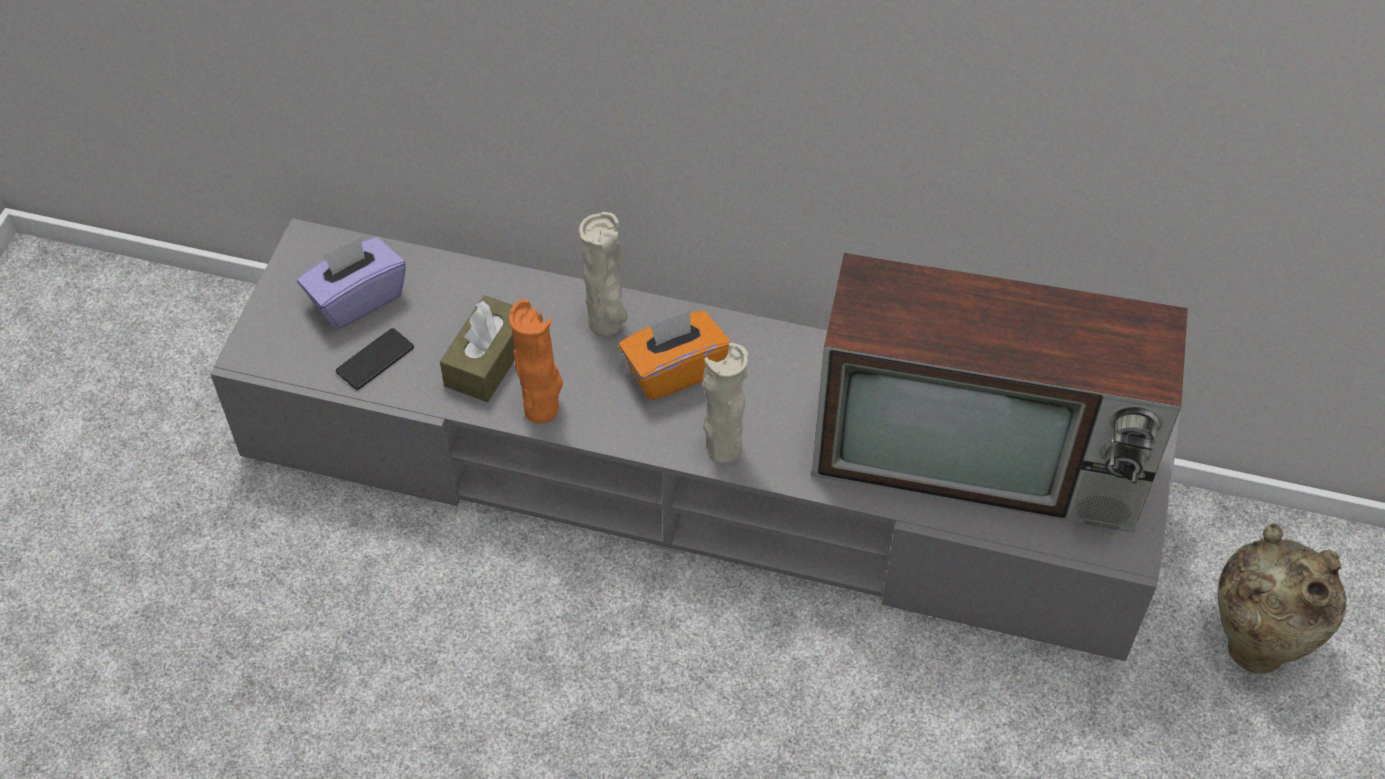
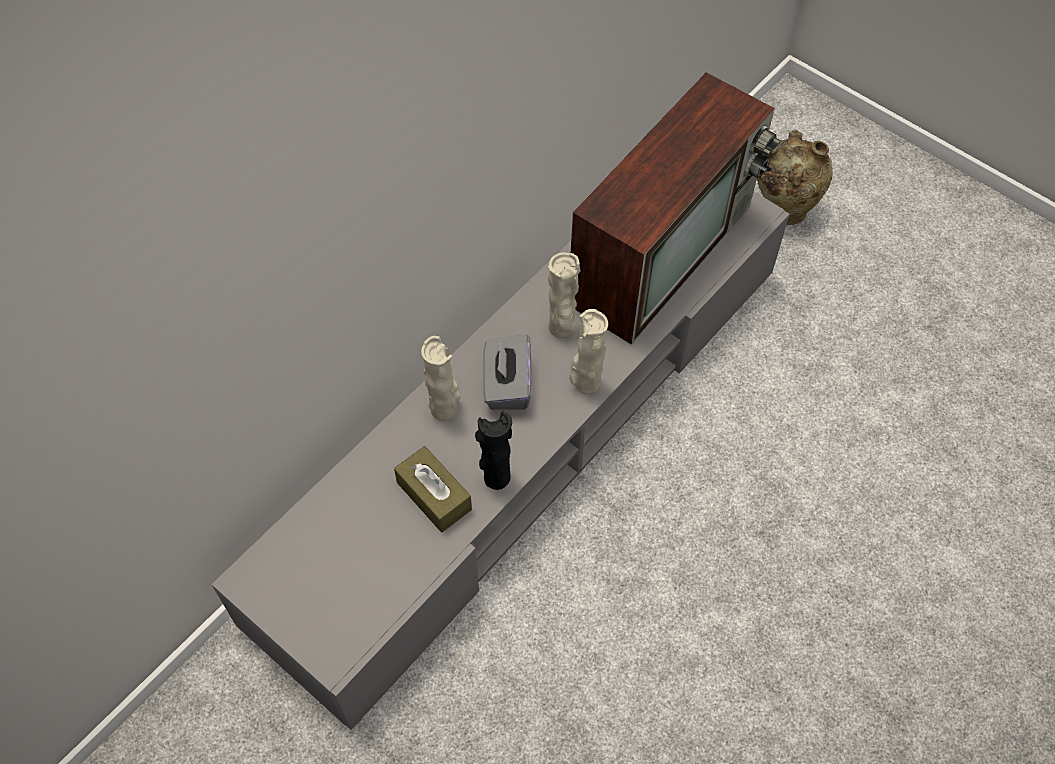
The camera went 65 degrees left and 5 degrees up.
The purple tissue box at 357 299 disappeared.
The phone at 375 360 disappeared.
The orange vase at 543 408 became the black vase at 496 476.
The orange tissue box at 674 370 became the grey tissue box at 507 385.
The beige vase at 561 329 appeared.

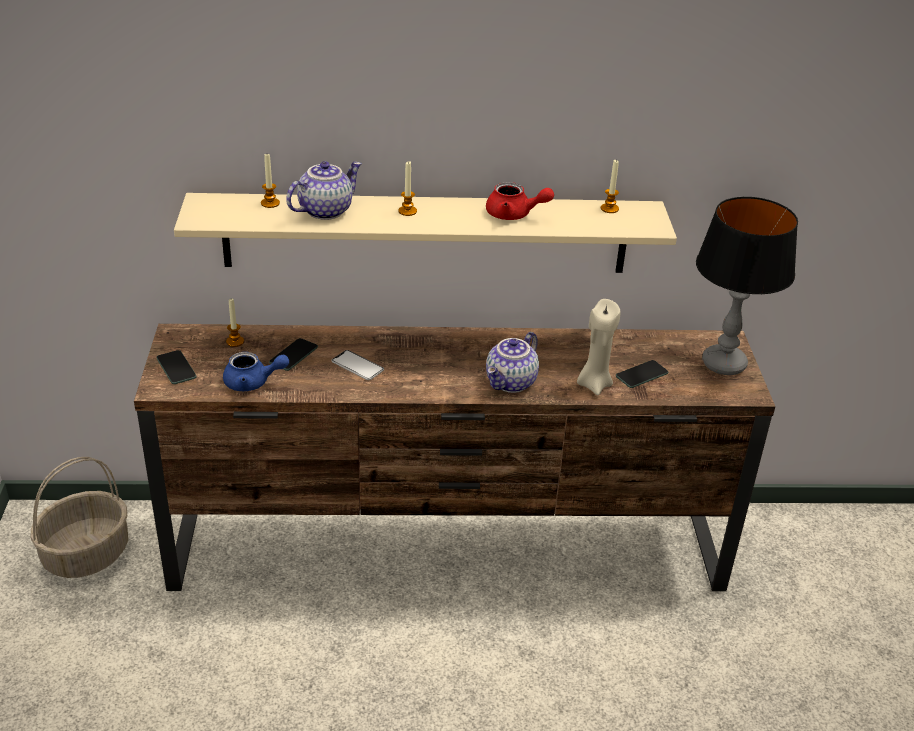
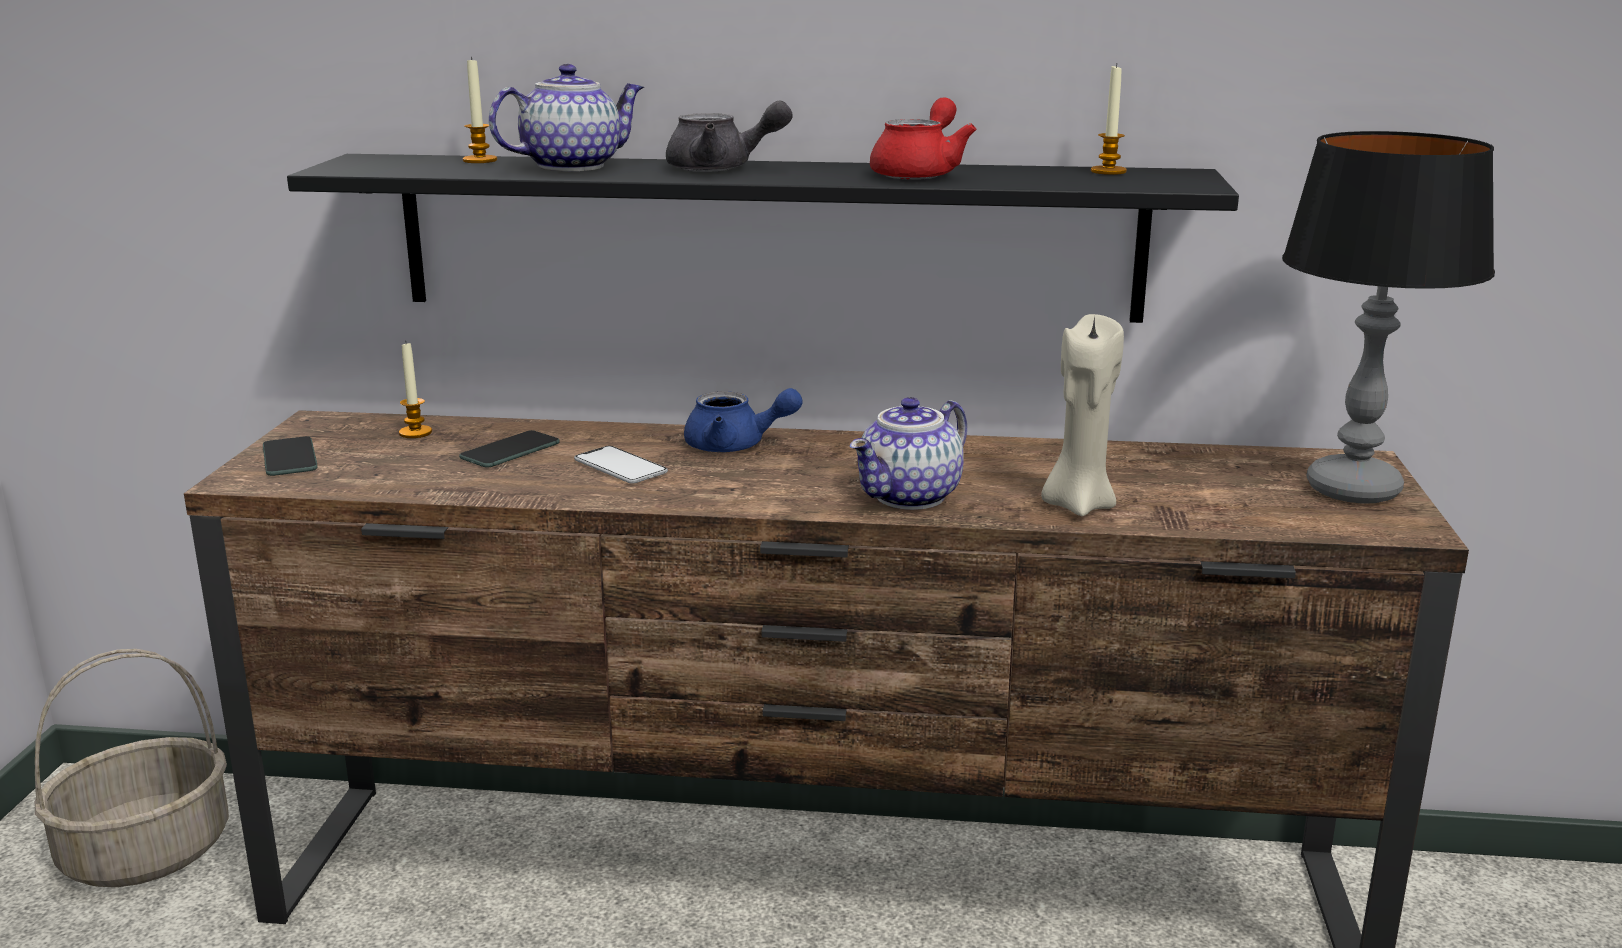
The camera went 10 degrees right and 15 degrees down.
The beige shelf at 426 233 became the black shelf at 768 237.
The blue teapot moved from 253 383 to 736 446.
The candle at 407 211 was replaced by the grey teapot at 721 168.
The red teapot at 514 215 turned 90 degrees counterclockwise.
The phone at 641 375 disappeared.

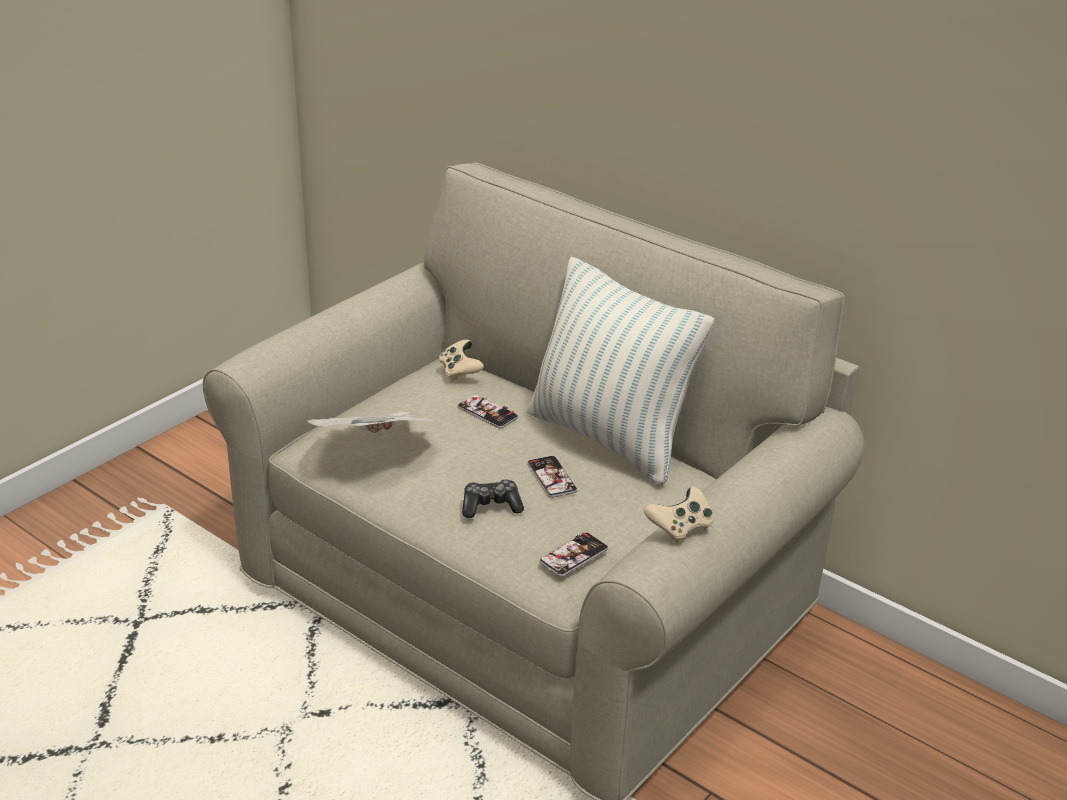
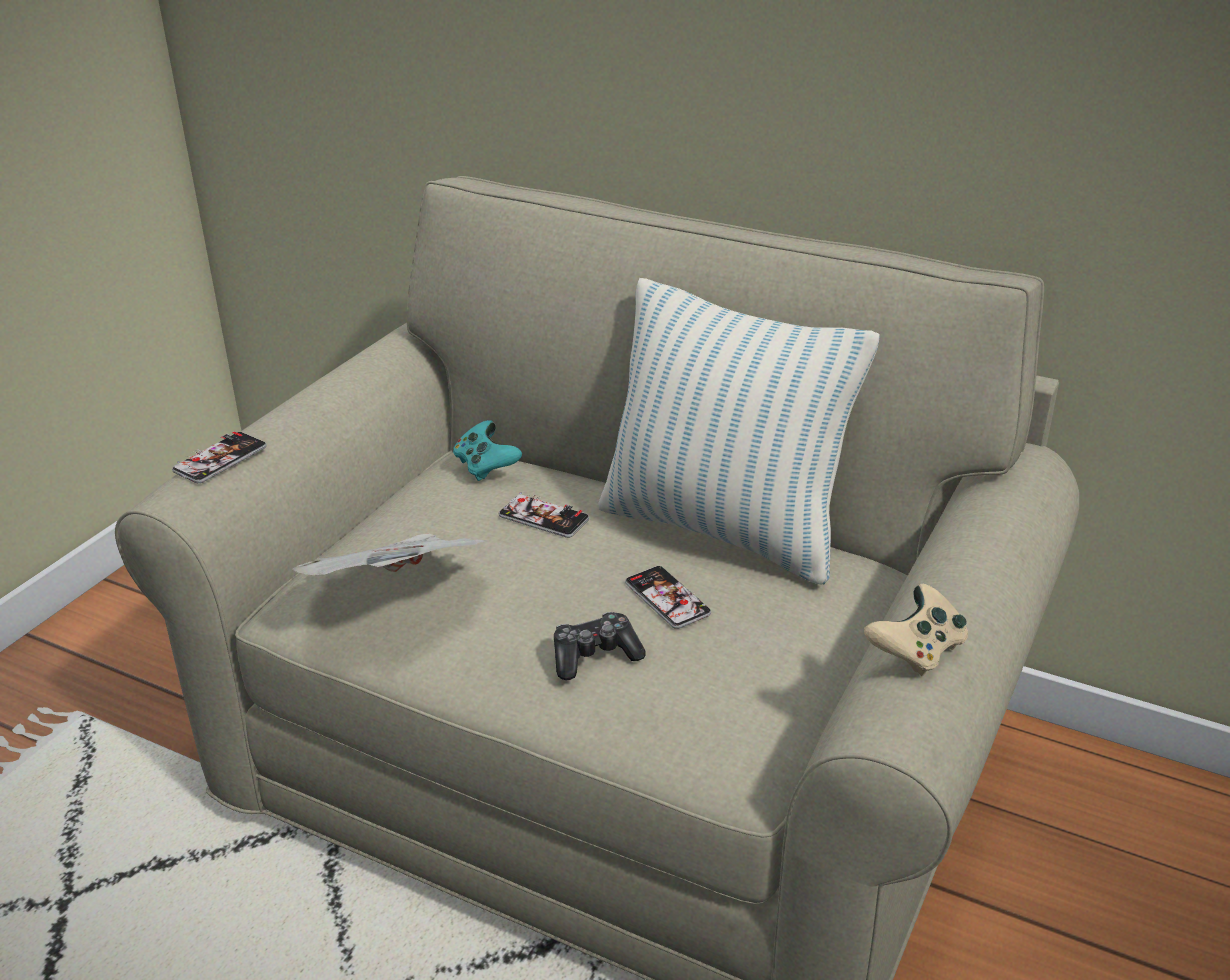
The camera went 10 degrees left and 0 degrees up.
The beige game controller at 460 372 became the turquoise game controller at 486 466.
The phone moved from 574 555 to 220 459.

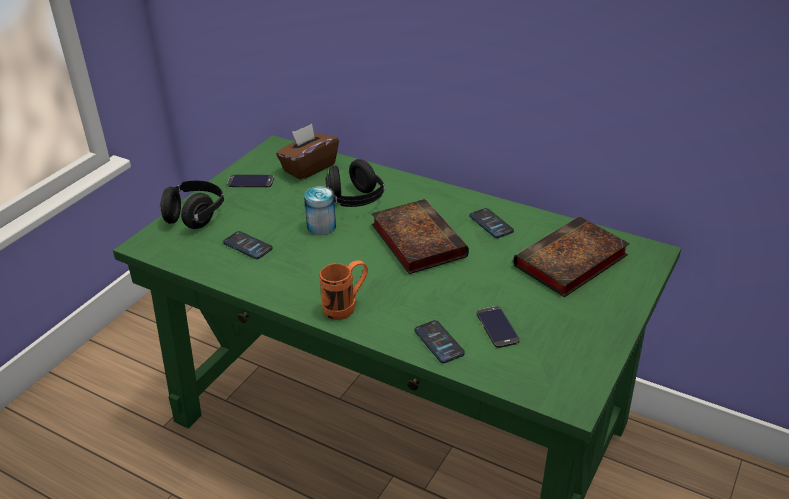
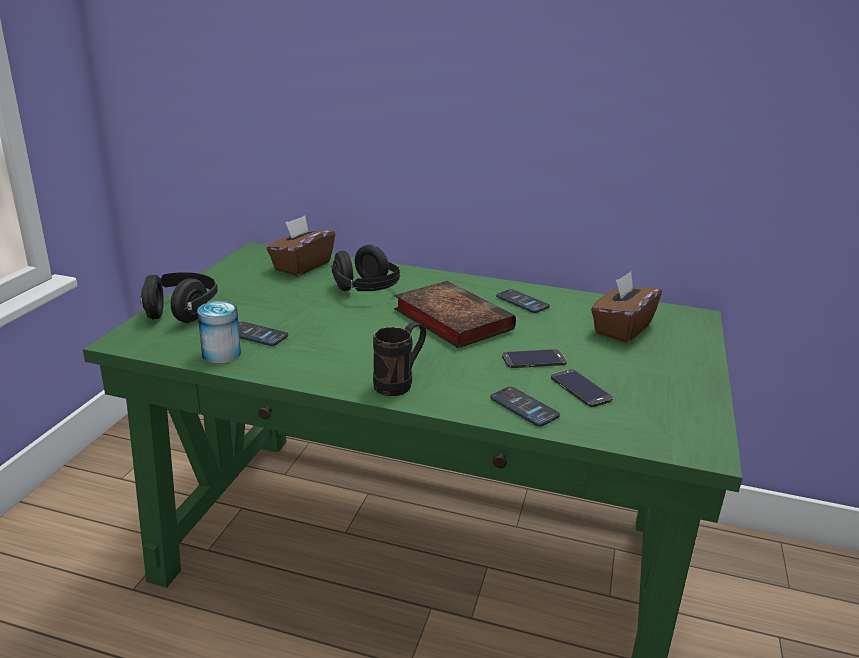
The camera went 15 degrees left and 10 degrees down.
The phone moved from 250 181 to 534 359.
The can moved from 321 226 to 221 354.
The orange mug at 346 307 became the black mug at 400 383.
The book at 569 263 was replaced by the brown tissue box at 621 329.

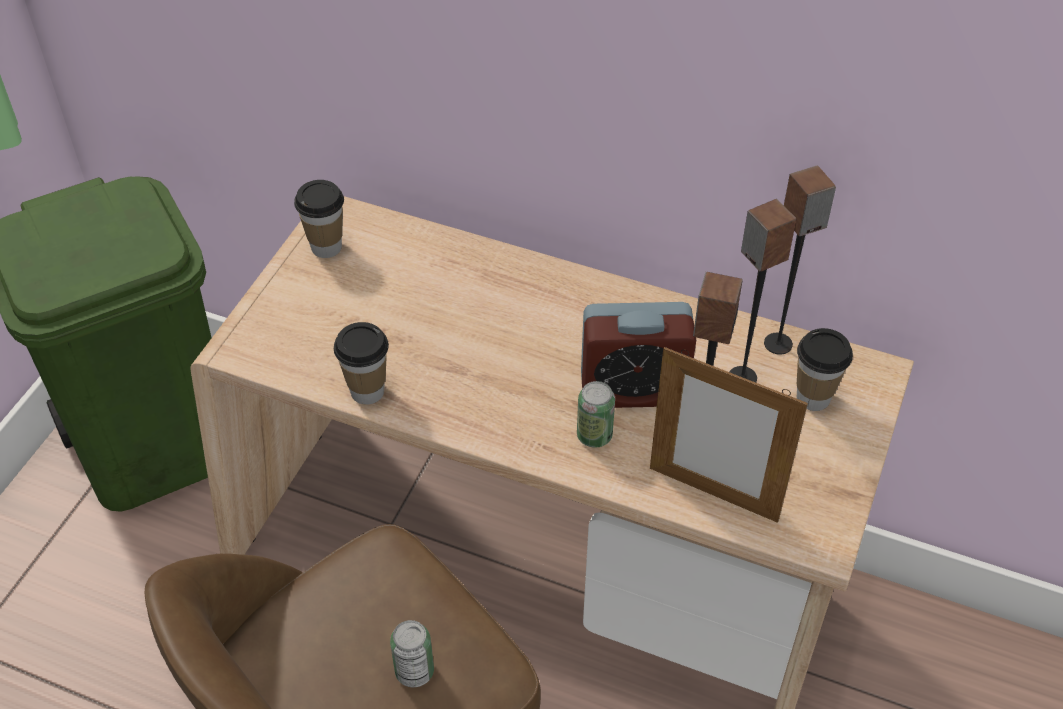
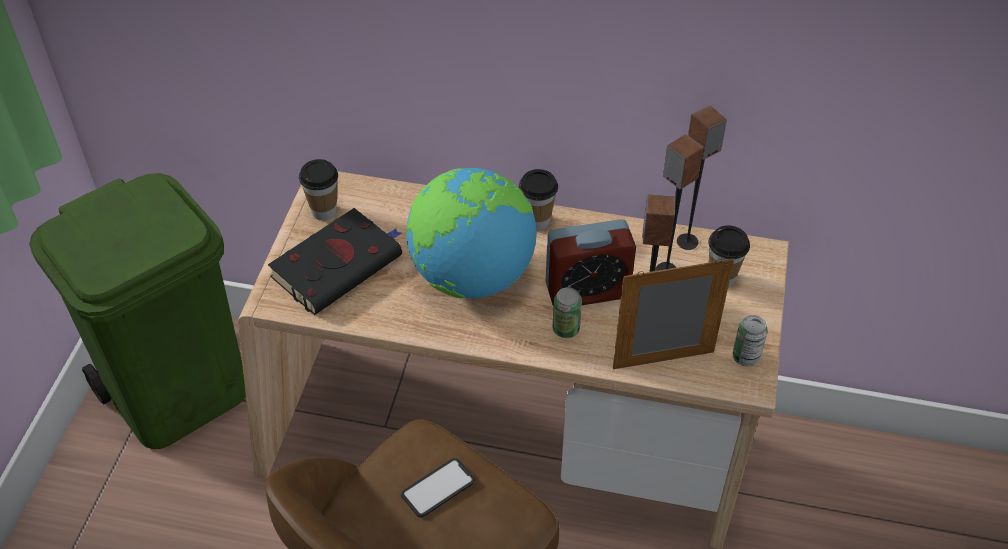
The camera went 10 degrees left and 0 degrees up.
The cup moved from 367 391 to 537 222.
The can moved from 414 671 to 745 357.
The picture frame at 713 494 turned 150 degrees clockwise.
The black book at 339 265 appeared.
The phone at 438 488 appeared.
The globe at 471 276 appeared.

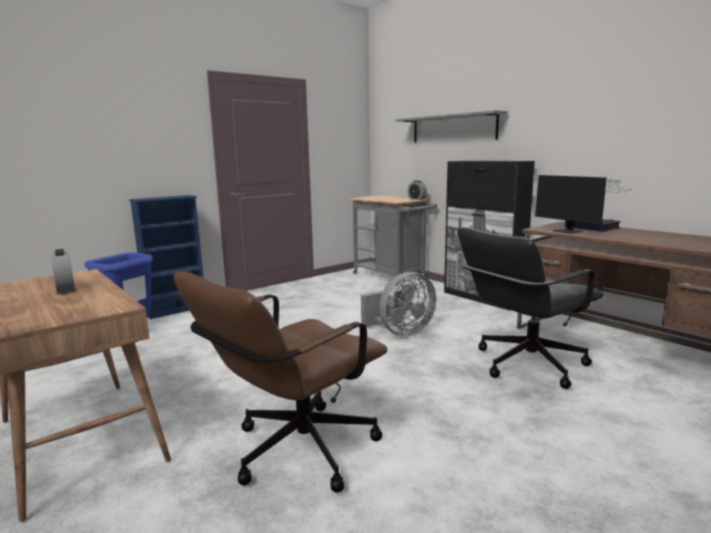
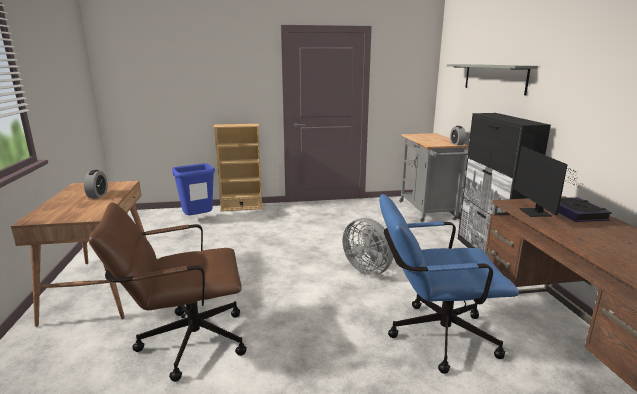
The camera went 30 degrees right and 5 degrees up.
The blue bookcase at 176 310 became the beige bookcase at 241 208.
The grey fan at 400 332 turned 45 degrees clockwise.
The black office chair at 522 366 became the blue office chair at 433 336.

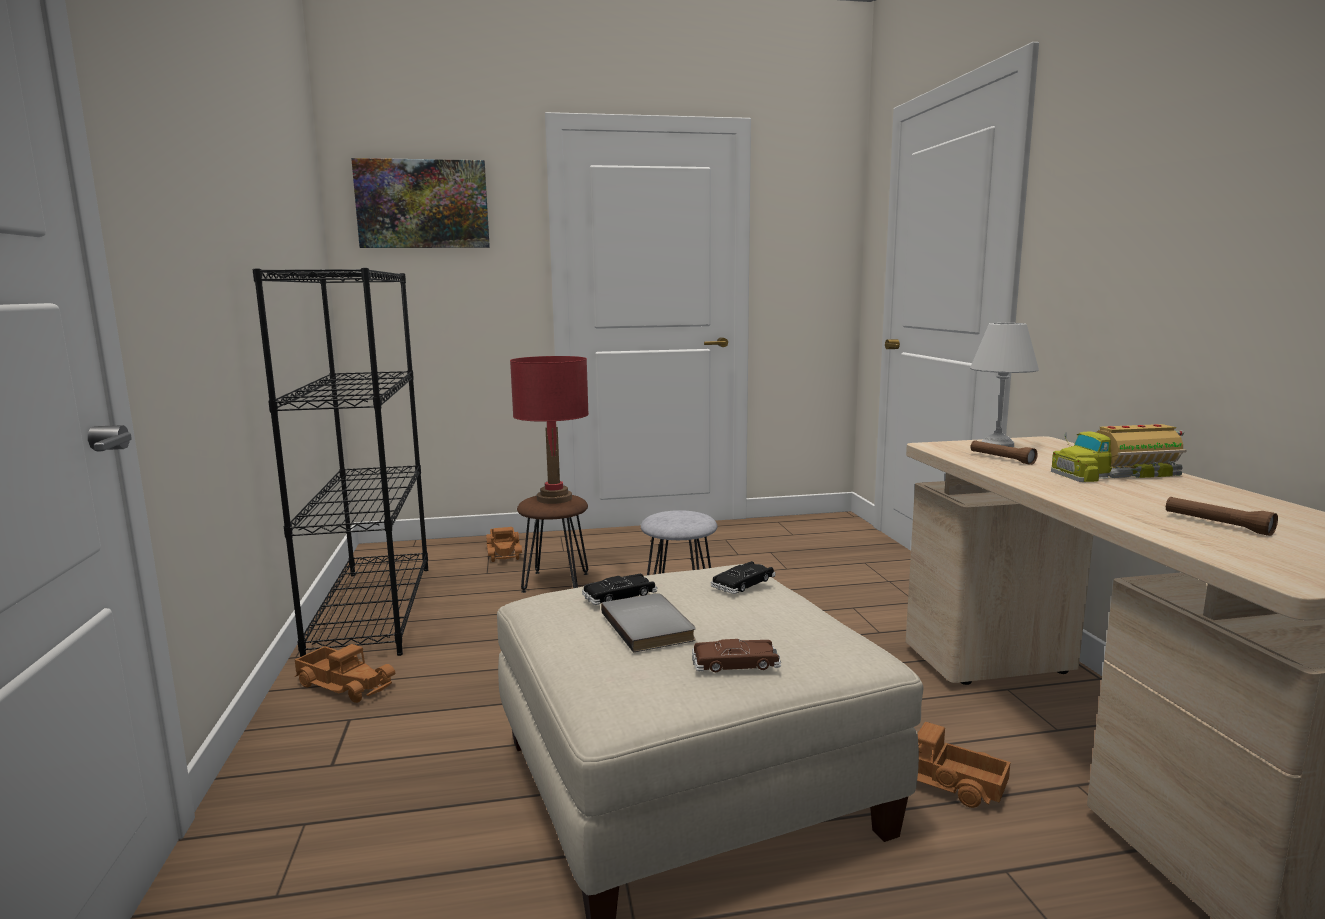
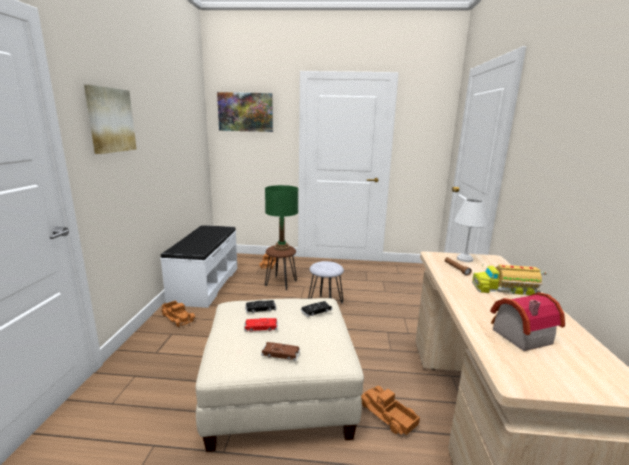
The camera went 15 degrees right and 5 degrees up.
The black bookcase at 372 609 was replaced by the white bench at 205 284.
The red table lamp at 554 499 became the green table lamp at 281 248.
The grey book at 650 625 was replaced by the red toy car at 261 327.
The brown flashlight at 1217 524 was replaced by the toy house at 518 335.
The picture at 110 120 appeared.

